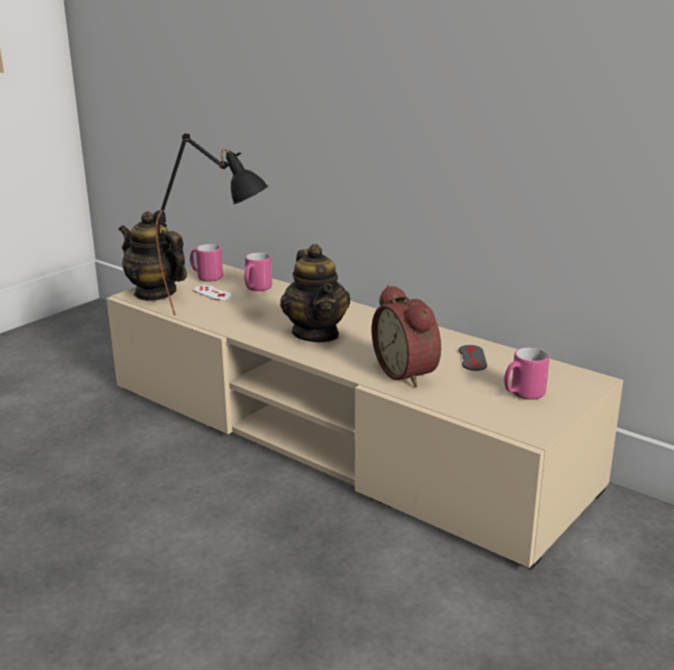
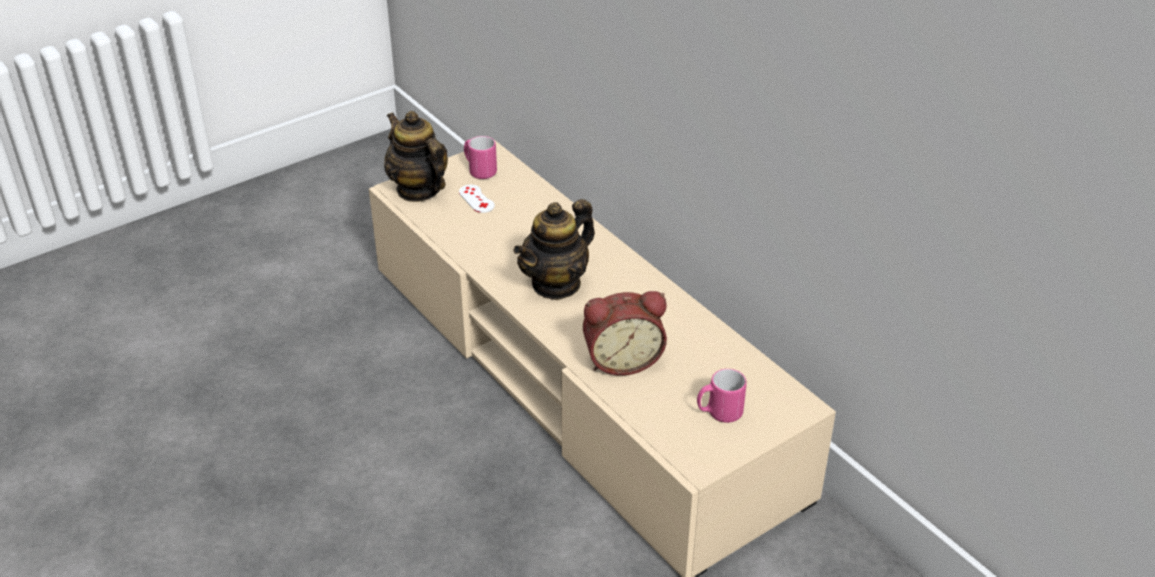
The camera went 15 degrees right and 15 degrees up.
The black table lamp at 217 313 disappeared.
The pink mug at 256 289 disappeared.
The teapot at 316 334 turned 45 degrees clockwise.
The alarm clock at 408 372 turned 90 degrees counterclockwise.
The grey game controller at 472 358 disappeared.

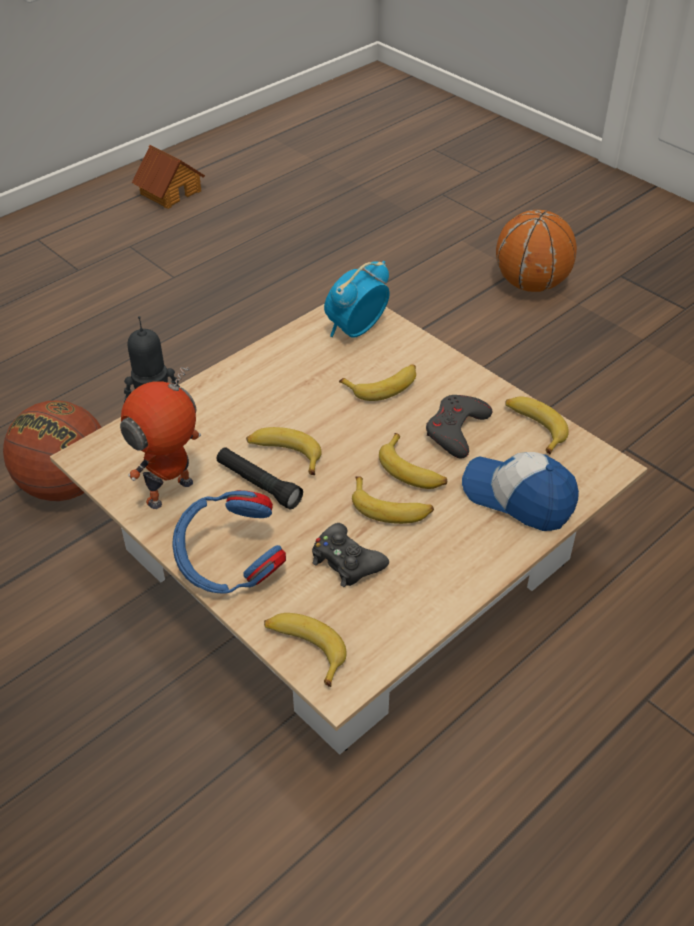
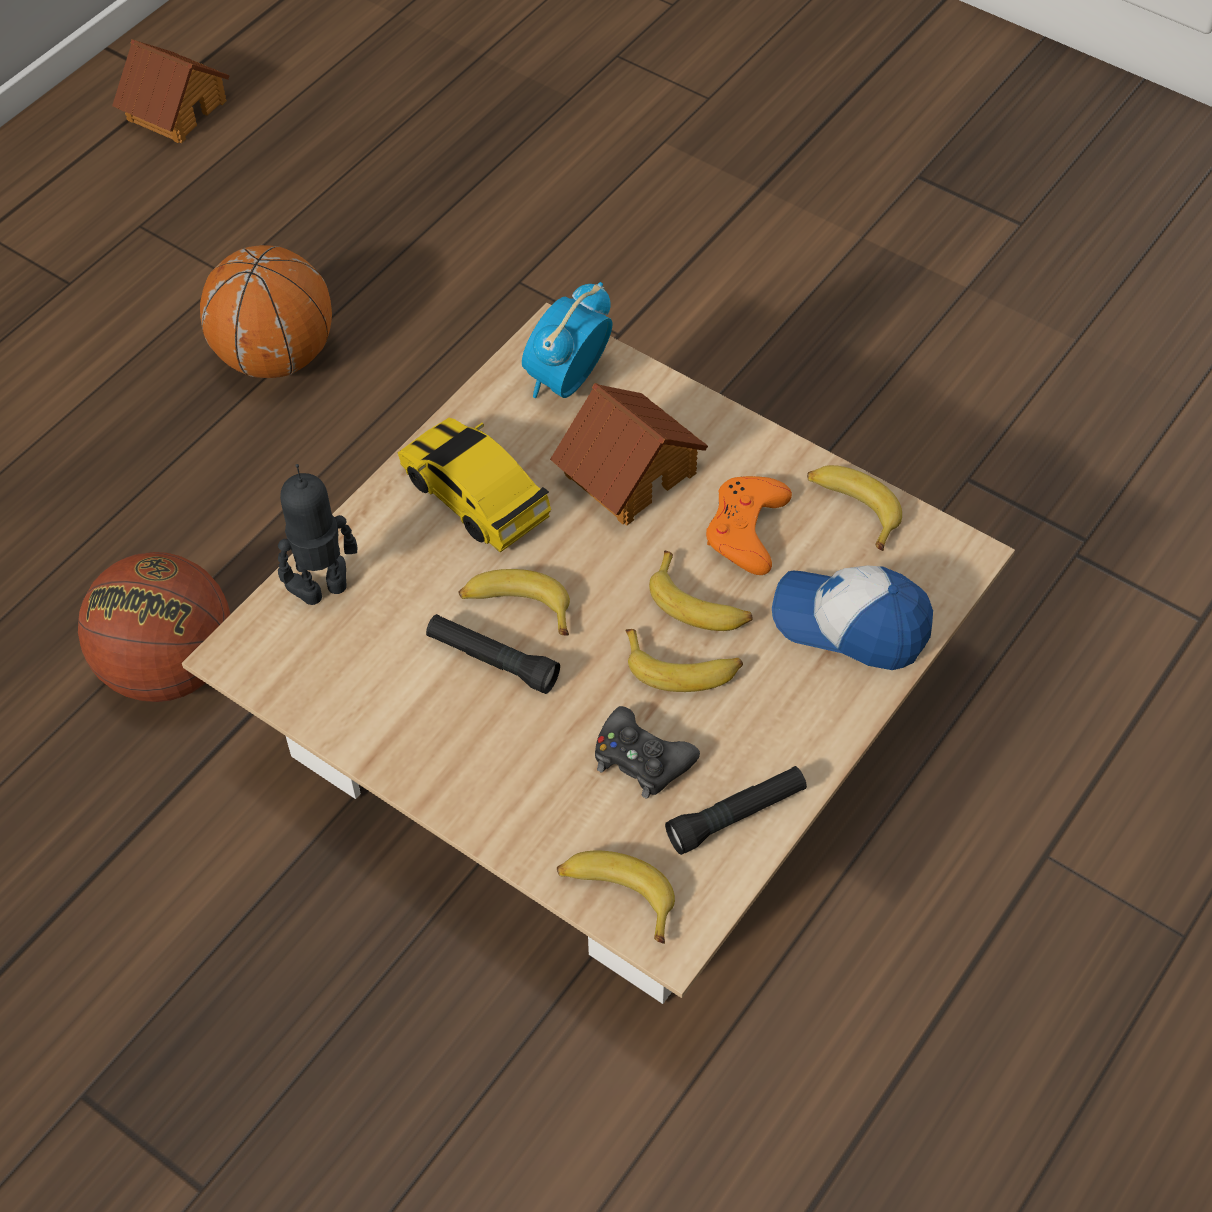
The camera went 10 degrees left and 10 degrees up.
The toy robot at 171 494 disappeared.
The blue headphones at 230 567 disappeared.
The banana at 383 386 was replaced by the toy house at 628 472.
The grey game controller at 456 430 became the orange game controller at 746 529.
The basketball moved from 530 284 to 276 357.
The toy car at 474 496 appeared.
The black flashlight at 736 816 appeared.

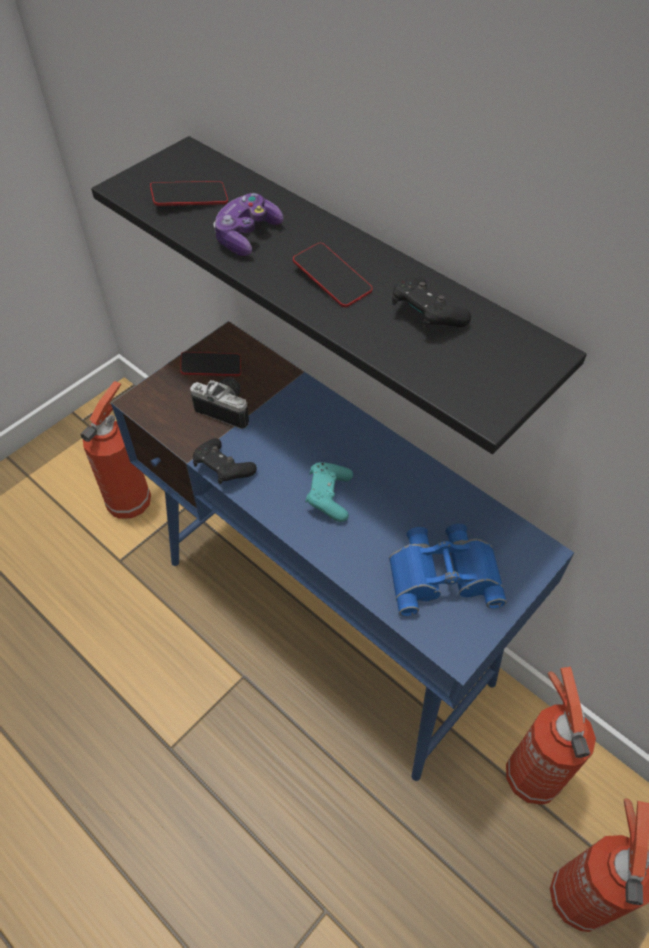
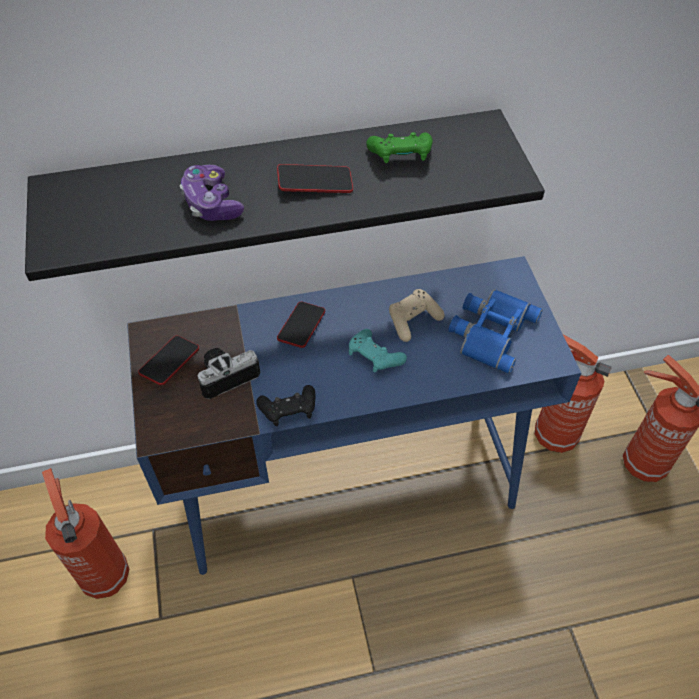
The camera went 55 degrees left and 0 degrees up.
The phone moved from 190 198 to 301 327.
The black game controller at 426 316 became the green game controller at 400 157.
The beige game controller at 413 320 appeared.

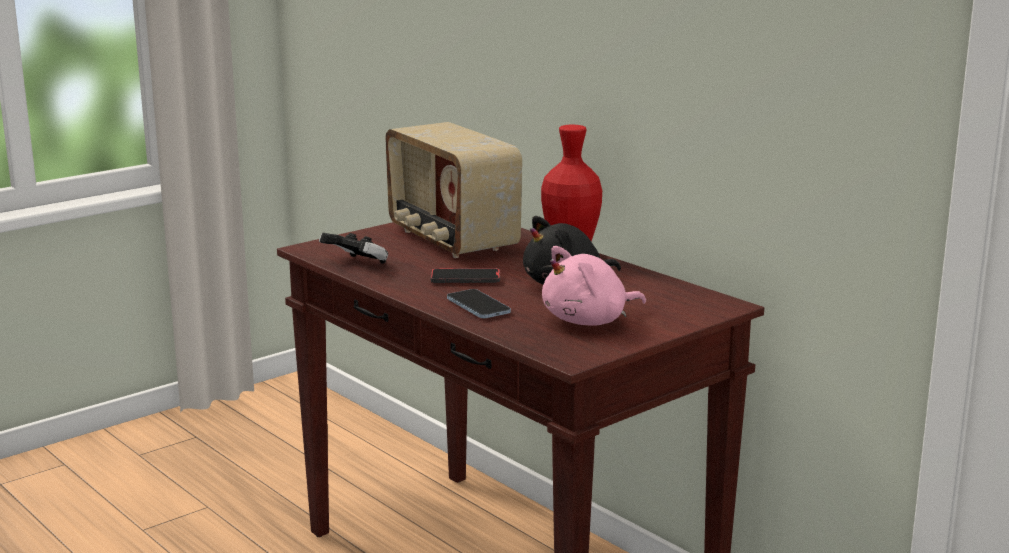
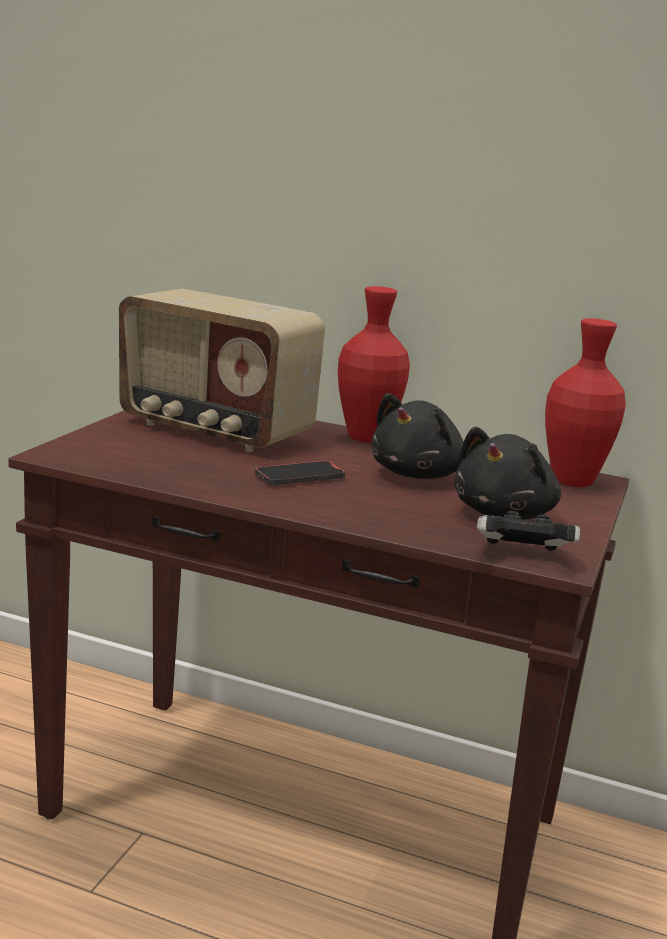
The camera went 30 degrees left and 0 degrees up.
The game controller moved from 356 264 to 522 556.
The phone at 478 306 disappeared.
The pink plush toy at 589 321 became the black plush toy at 505 514.
The red vase at 572 481 appeared.

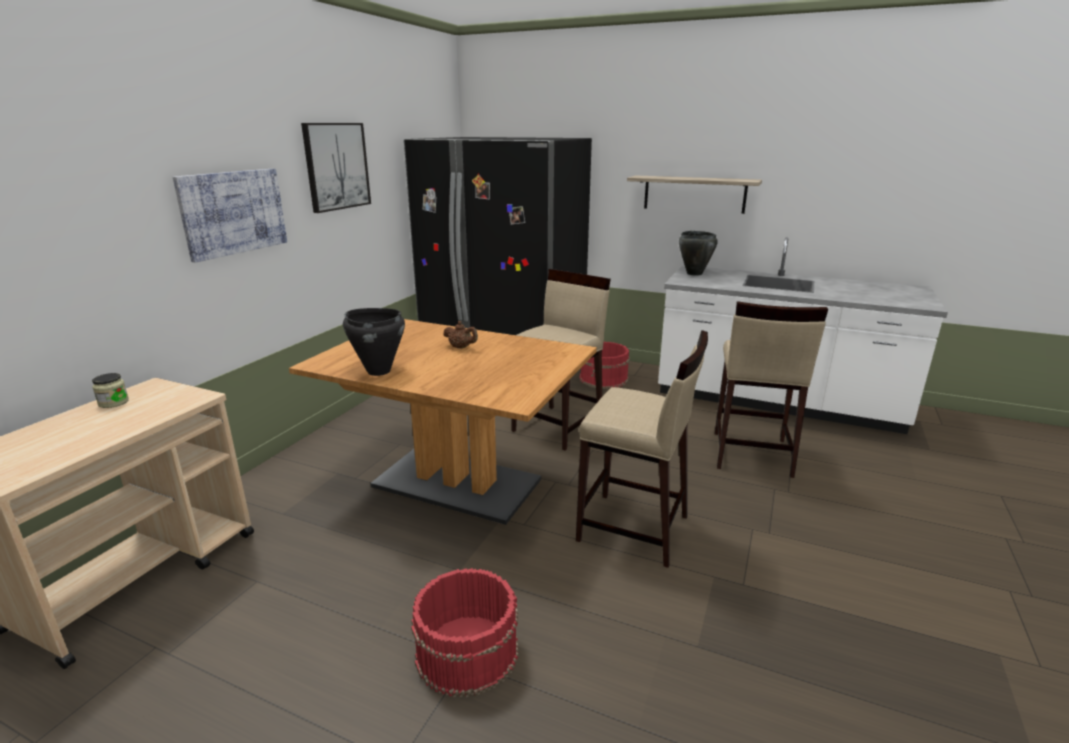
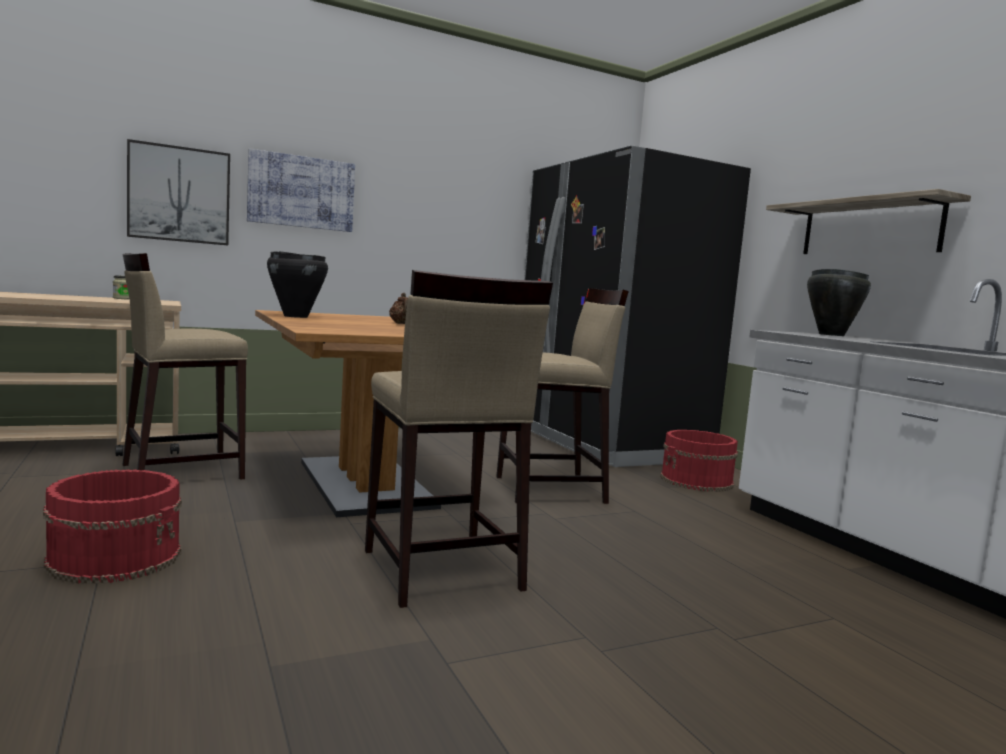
The camera went 40 degrees right and 15 degrees down.
The picture moved from 336 166 to 179 194.
The beige stool moved from 750 454 to 181 471.

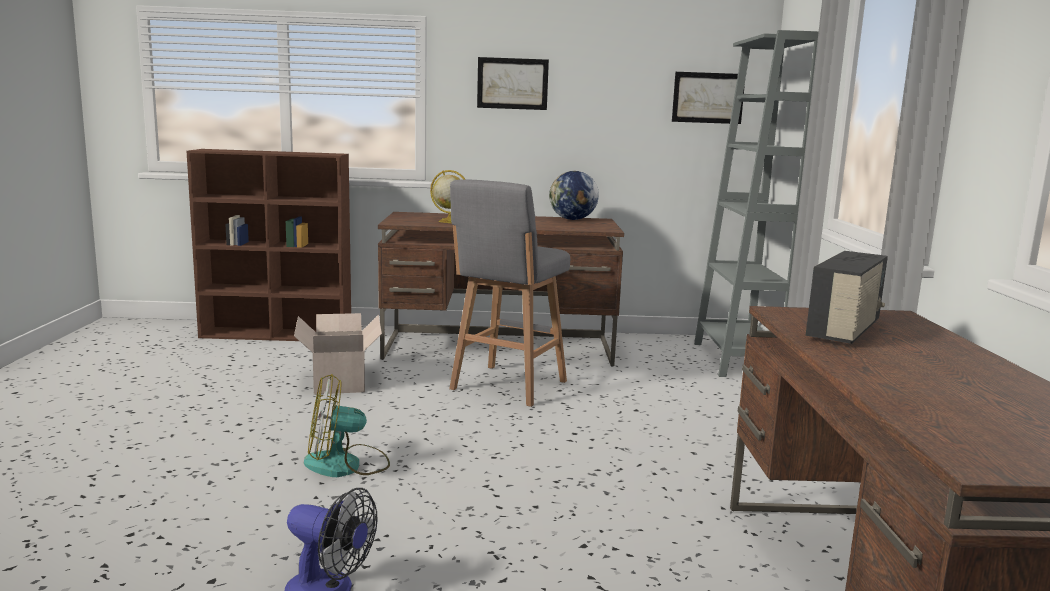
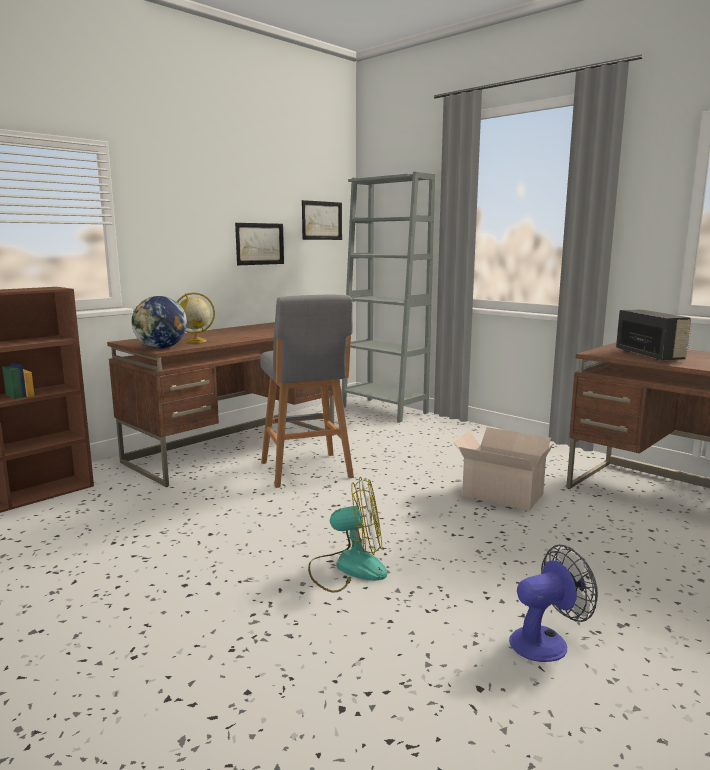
The camera went 45 degrees left and 0 degrees up.
The cardboard box moved from 340 380 to 500 494.
The fan at 346 465 turned 120 degrees counterclockwise.
The picture moved from 512 83 to 260 244.
The globe moved from 572 219 to 161 348.

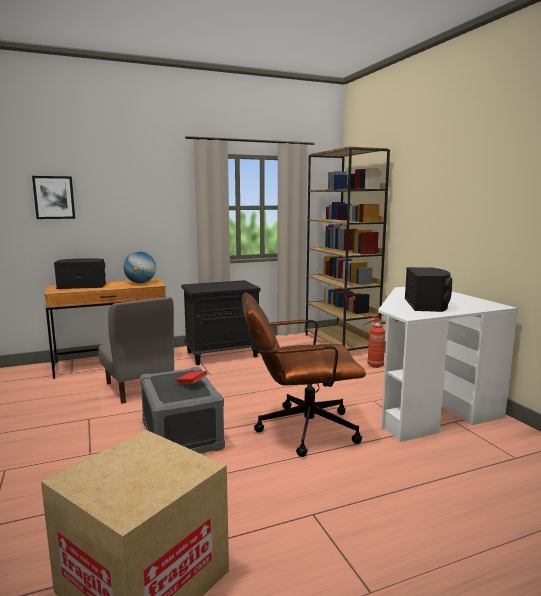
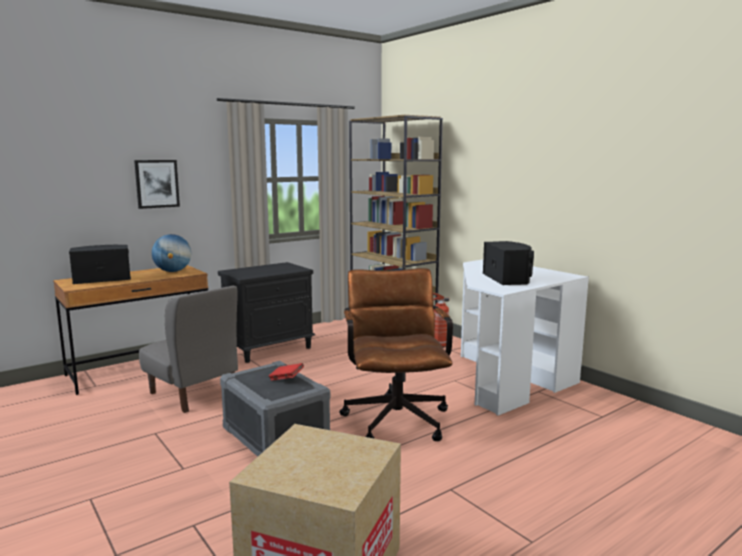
The camera went 15 degrees left and 0 degrees up.
The picture moved from 54 197 to 157 183.
The brown office chair at 298 429 turned 105 degrees clockwise.

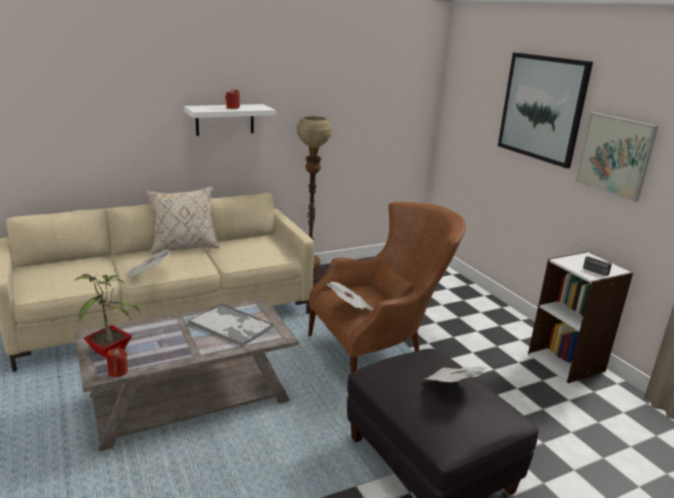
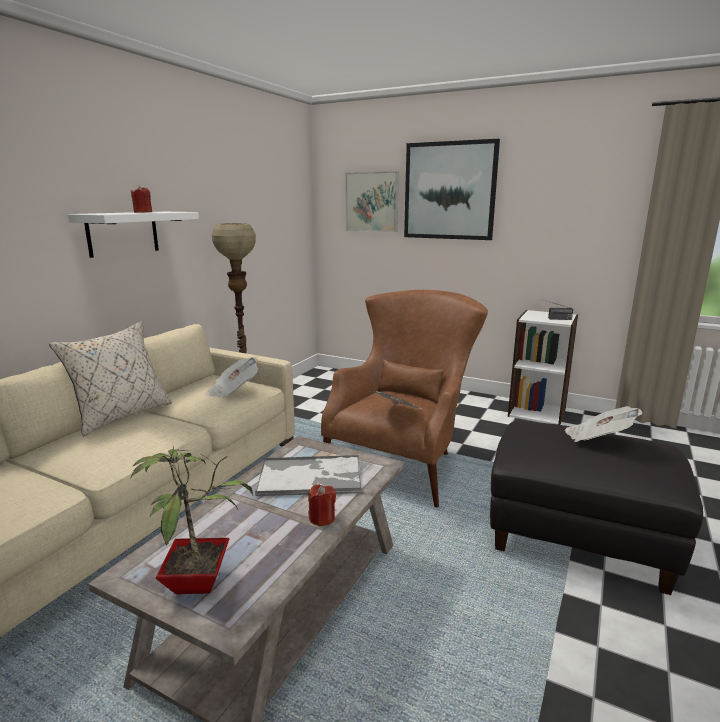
The camera went 35 degrees left and 5 degrees down.
The red candle moved from 118 371 to 322 518.
The newspaper moved from 148 274 to 233 391.
The picture moved from 615 155 to 372 202.

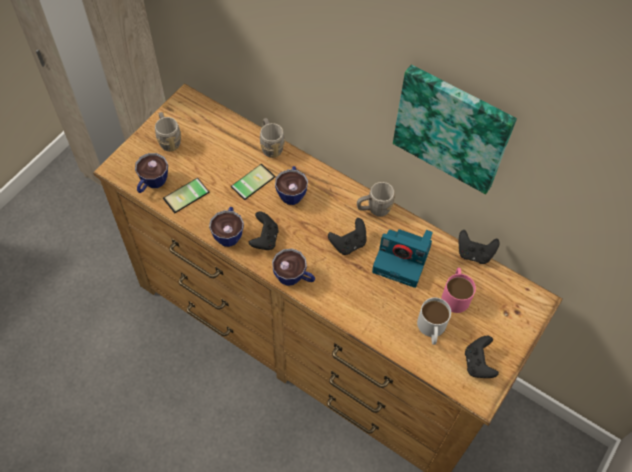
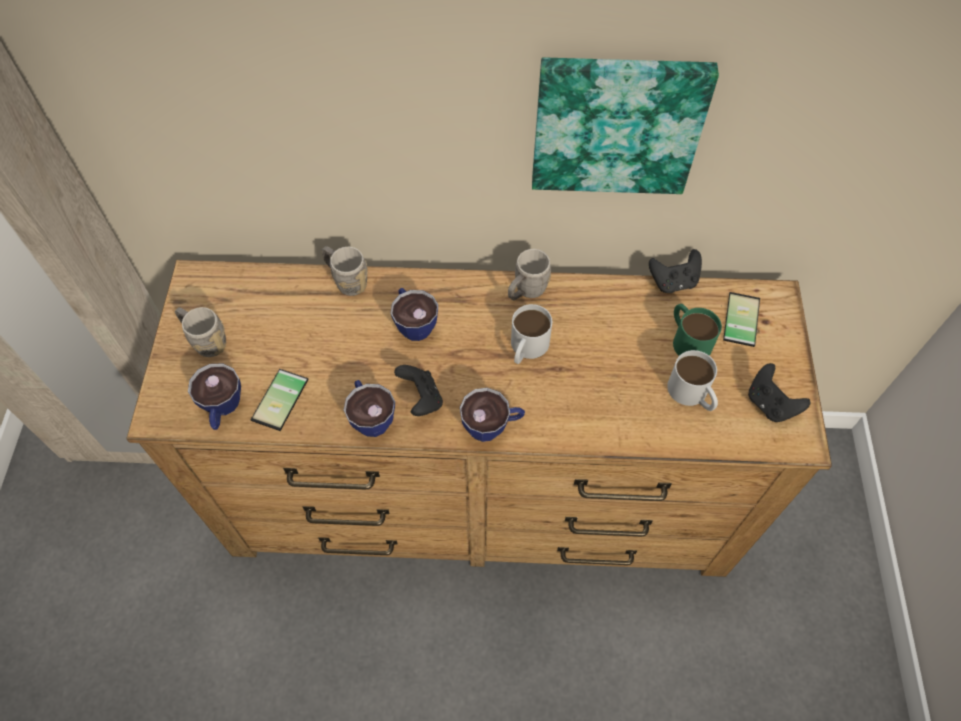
The camera went 30 degrees left and 0 degrees up.
The phone moved from 251 180 to 738 318.
The black game controller at 348 244 was replaced by the white mug at 526 348.
The photo camera at 403 259 disappeared.
The pink mug at 455 294 became the green mug at 687 339.

